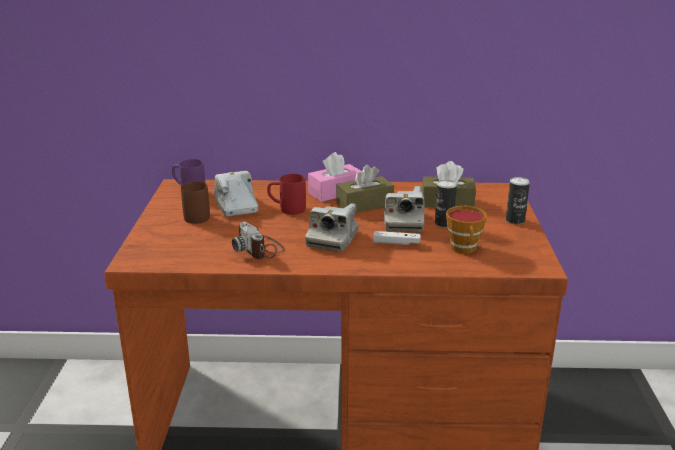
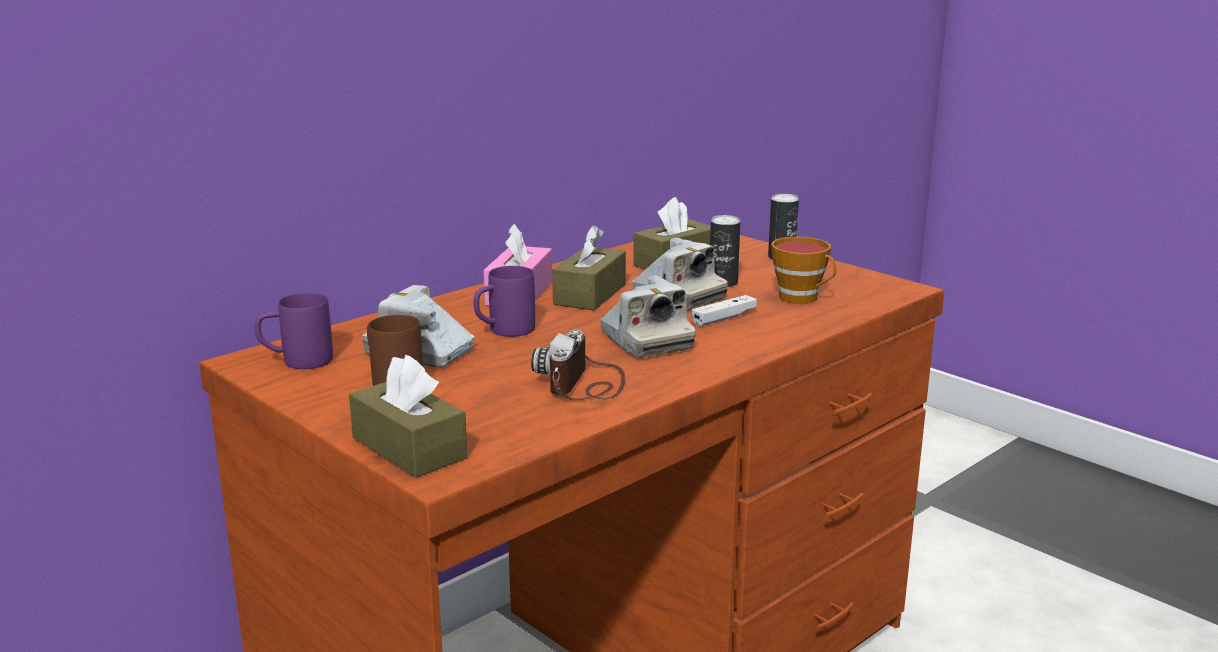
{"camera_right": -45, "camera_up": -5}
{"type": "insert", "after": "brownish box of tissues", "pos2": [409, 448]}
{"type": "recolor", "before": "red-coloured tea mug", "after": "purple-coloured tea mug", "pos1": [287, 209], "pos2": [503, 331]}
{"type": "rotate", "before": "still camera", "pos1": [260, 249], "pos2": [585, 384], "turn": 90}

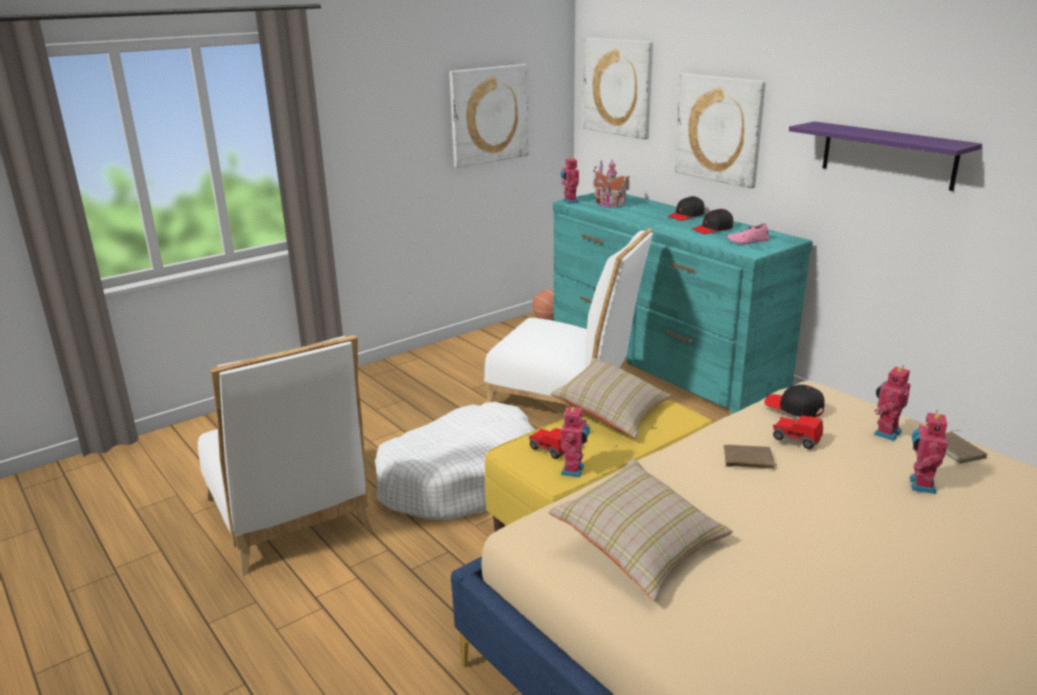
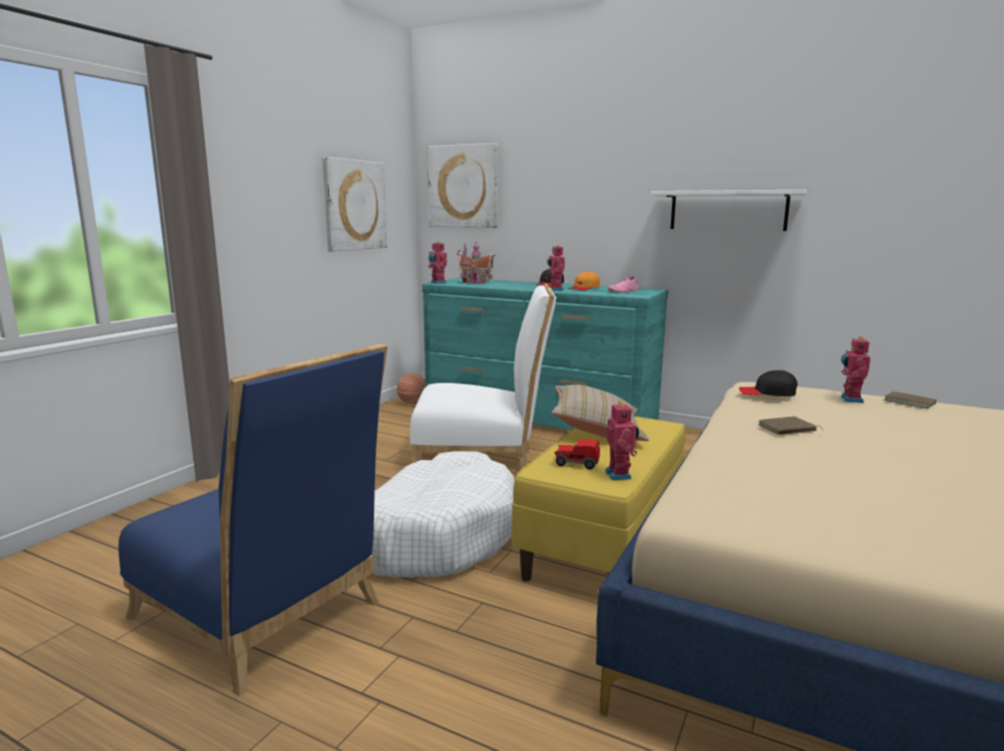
{"camera_right": -25, "camera_up": -10}
{"type": "recolor", "before": "whitish plain chair", "after": "bluish plain chair", "pos1": [290, 520], "pos2": [265, 616]}
{"type": "move", "before": "robot figure", "pos1": [920, 485], "pos2": [555, 289]}
{"type": "recolor", "before": "black-coloured peaked cap", "after": "orangey peaked cap", "pos1": [712, 229], "pos2": [584, 288]}
{"type": "recolor", "before": "purple-coloured shelf", "after": "whitish shelf", "pos1": [888, 155], "pos2": [728, 210]}
{"type": "delete", "before": "sand-coloured cushion", "pos1": [640, 546]}
{"type": "delete", "before": "picture", "pos1": [719, 129]}
{"type": "delete", "before": "miniature car", "pos1": [796, 439]}

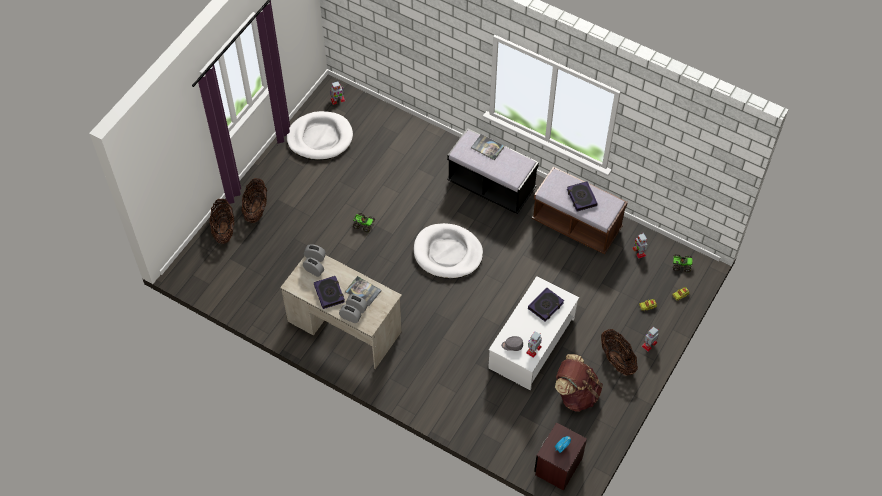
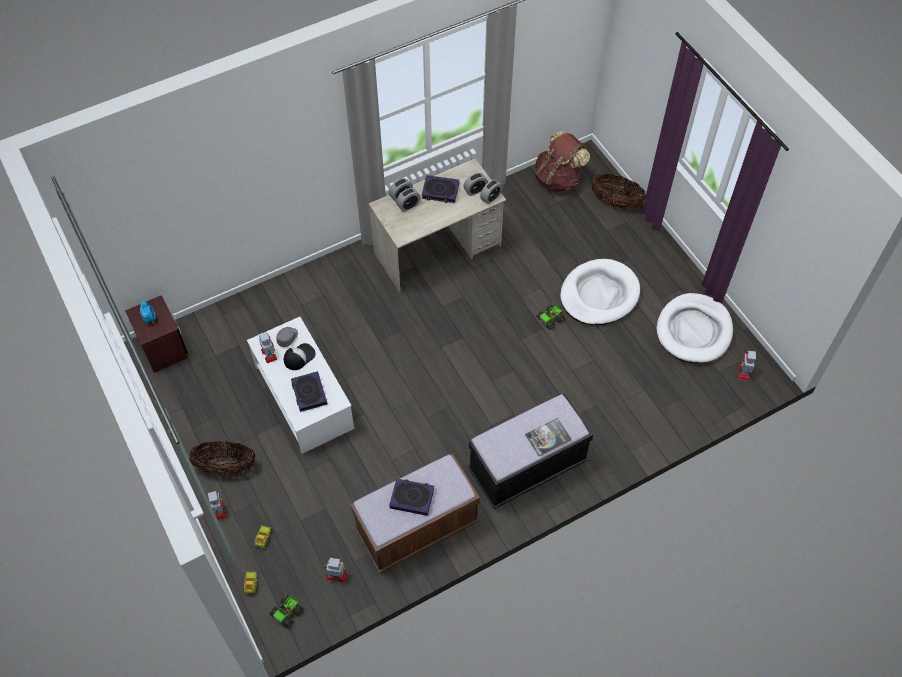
{"camera_right": 120, "camera_up": 0}
{"type": "insert", "after": "peaked cap", "pos2": [299, 357]}
{"type": "move", "before": "brownish knapsack", "pos1": [576, 393], "pos2": [558, 179]}
{"type": "move", "before": "whitish pet bed", "pos1": [448, 253], "pos2": [599, 295]}
{"type": "delete", "before": "basket", "pos1": [256, 209]}
{"type": "delete", "before": "bound book", "pos1": [363, 291]}

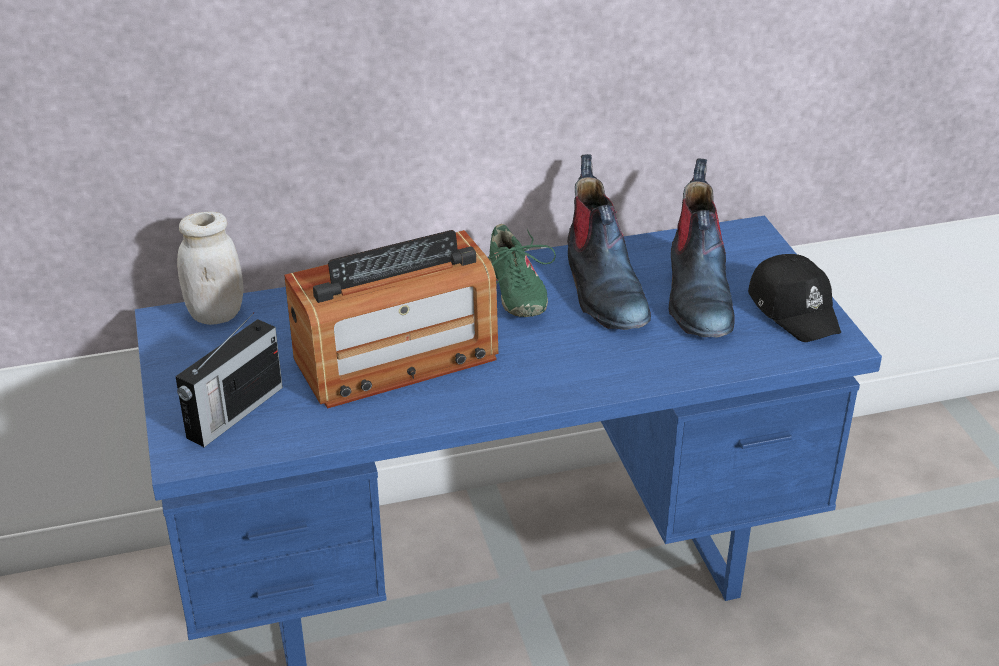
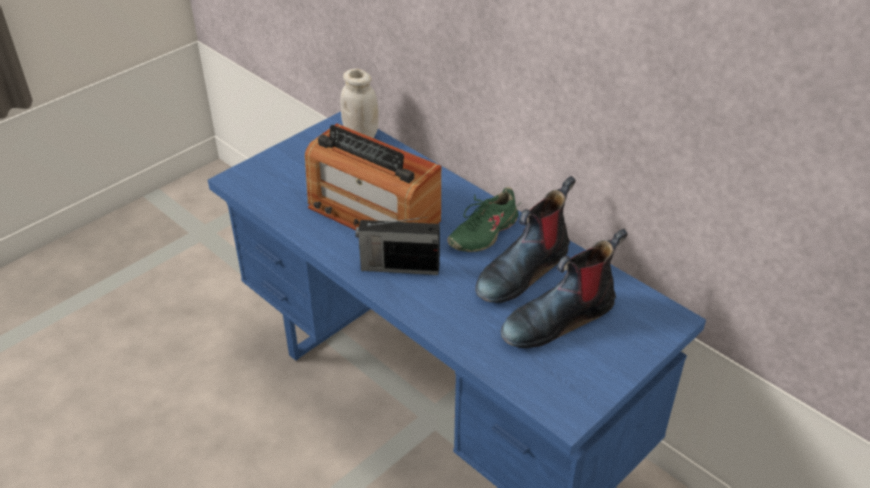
{"camera_right": 60, "camera_up": 5}
{"type": "move", "before": "radio receiver", "pos1": [233, 413], "pos2": [398, 267]}
{"type": "delete", "before": "black-coloured peaked cap", "pos1": [794, 309]}

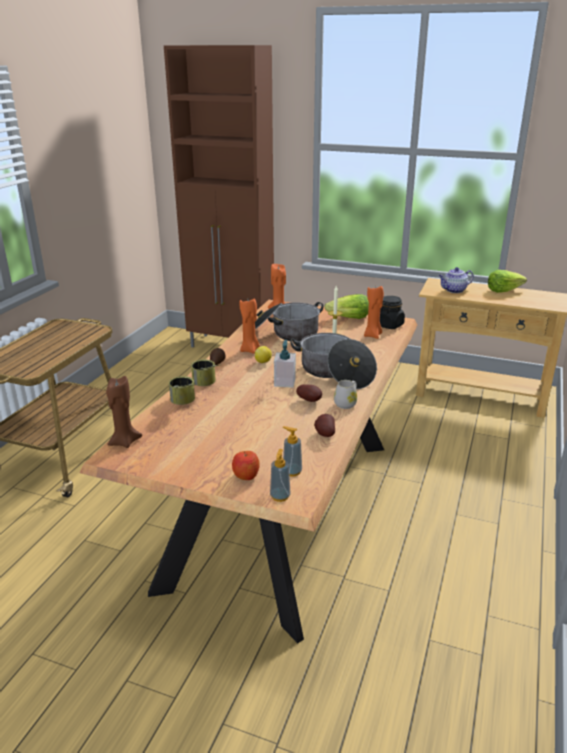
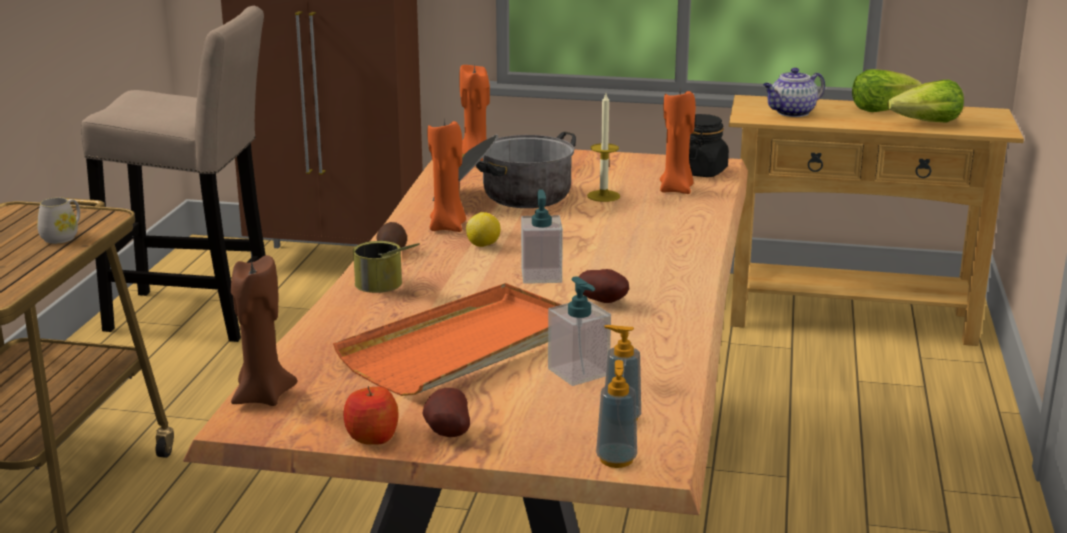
{"camera_right": -10, "camera_up": -5}
{"type": "move", "before": "whitish tea mug", "pos1": [347, 403], "pos2": [63, 237]}
{"type": "insert", "after": "sand-coloured stool seat", "pos2": [198, 316]}
{"type": "insert", "after": "orangey carrying tray", "pos2": [464, 347]}
{"type": "move", "before": "apple fruit", "pos1": [246, 475], "pos2": [372, 437]}
{"type": "move", "before": "whole potato", "pos1": [324, 434], "pos2": [446, 433]}
{"type": "insert", "after": "soap dispenser", "pos2": [578, 372]}
{"type": "move", "before": "head of lettuce", "pos1": [349, 318], "pos2": [927, 123]}
{"type": "delete", "before": "metal can", "pos1": [183, 402]}
{"type": "delete", "before": "cooking pot", "pos1": [334, 373]}

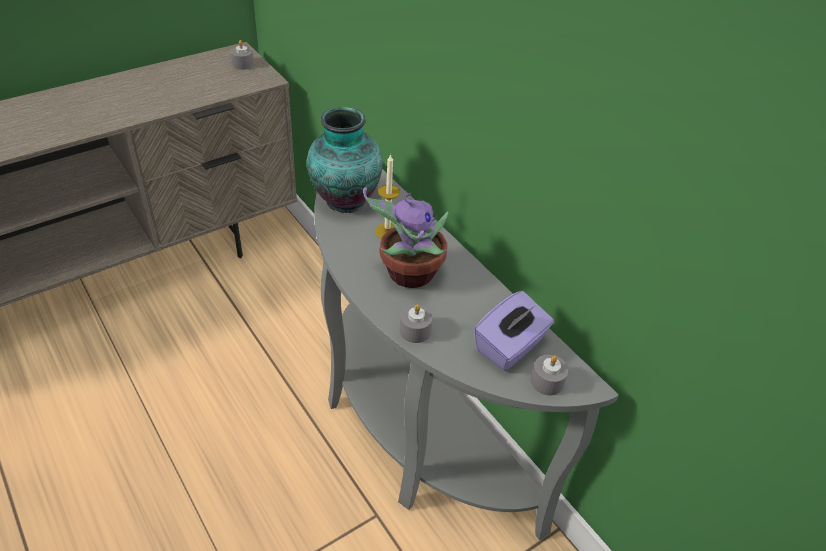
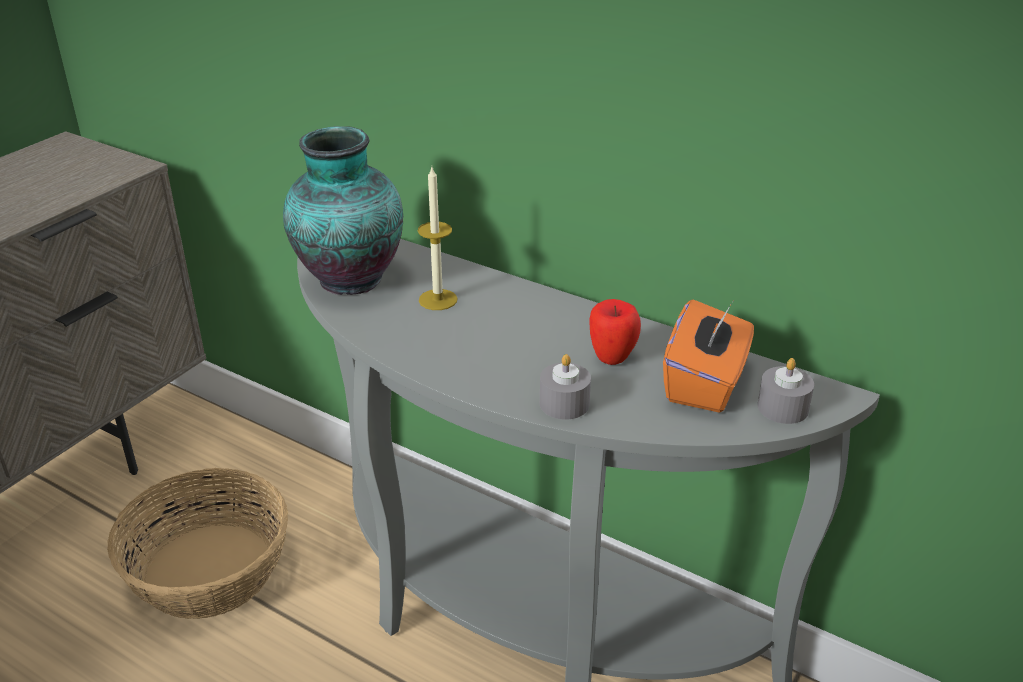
{"camera_right": -20, "camera_up": -10}
{"type": "insert", "after": "basket", "pos2": [210, 570]}
{"type": "insert", "after": "apple fruit", "pos2": [612, 358]}
{"type": "recolor", "before": "purple-coloured box of tissues", "after": "orangey box of tissues", "pos1": [510, 347], "pos2": [705, 383]}
{"type": "delete", "before": "greyish candle", "pos1": [243, 64]}
{"type": "delete", "before": "potted plant", "pos1": [408, 274]}

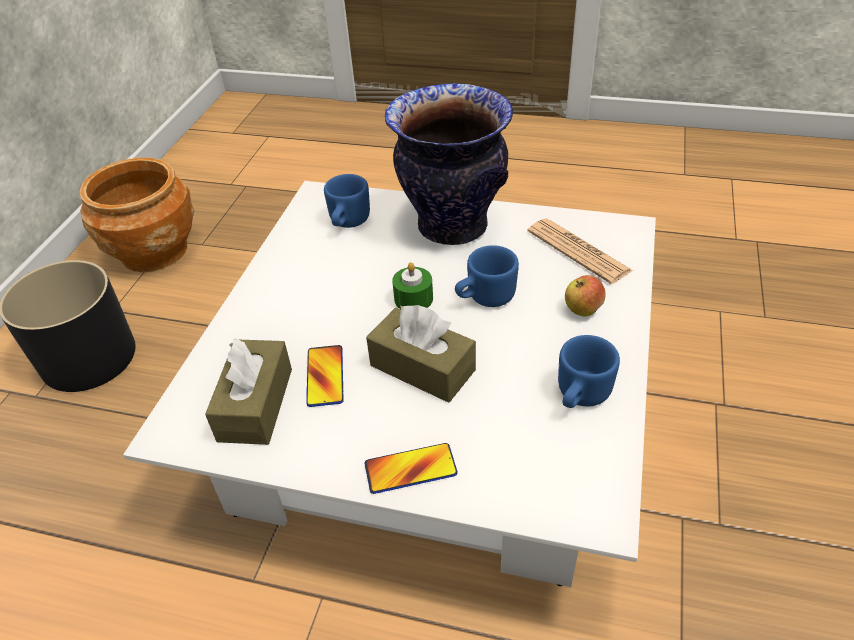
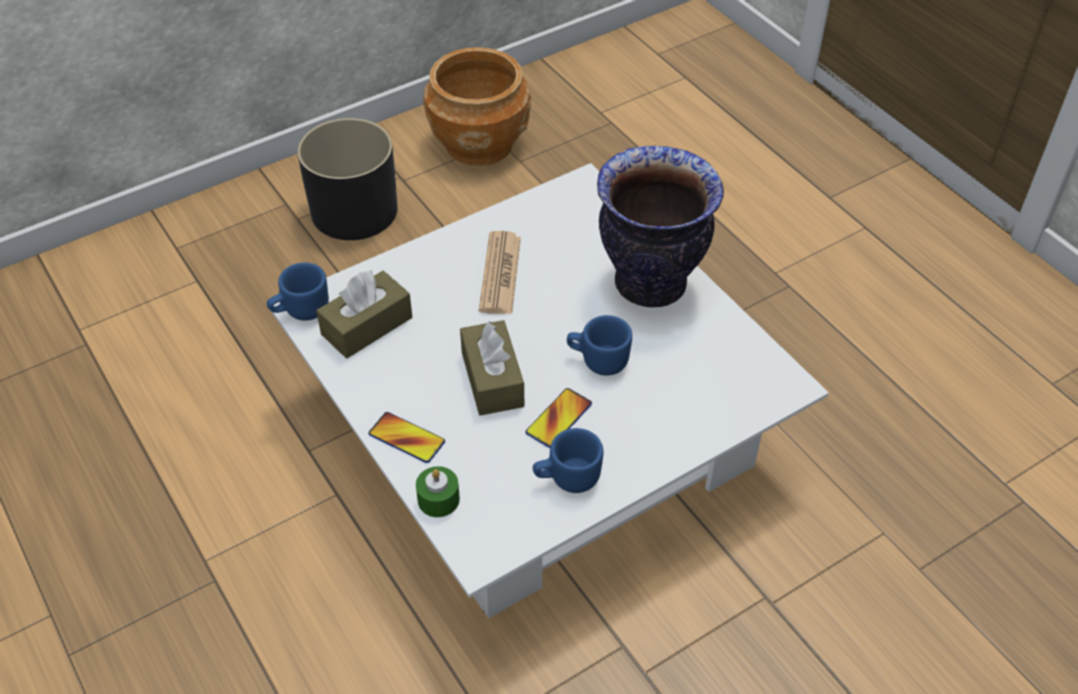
{"camera_right": 40, "camera_up": 5}
{"type": "move", "before": "bluish tea mug", "pos1": [347, 223], "pos2": [300, 311]}
{"type": "move", "before": "greenish candle", "pos1": [413, 299], "pos2": [438, 499]}
{"type": "move", "before": "newspaper", "pos1": [578, 251], "pos2": [500, 274]}
{"type": "move", "before": "phone", "pos1": [325, 376], "pos2": [558, 419]}
{"type": "delete", "before": "apple fruit", "pos1": [583, 310]}

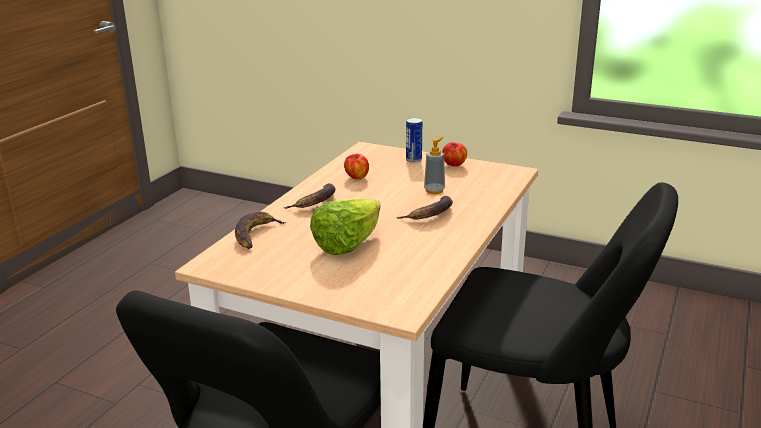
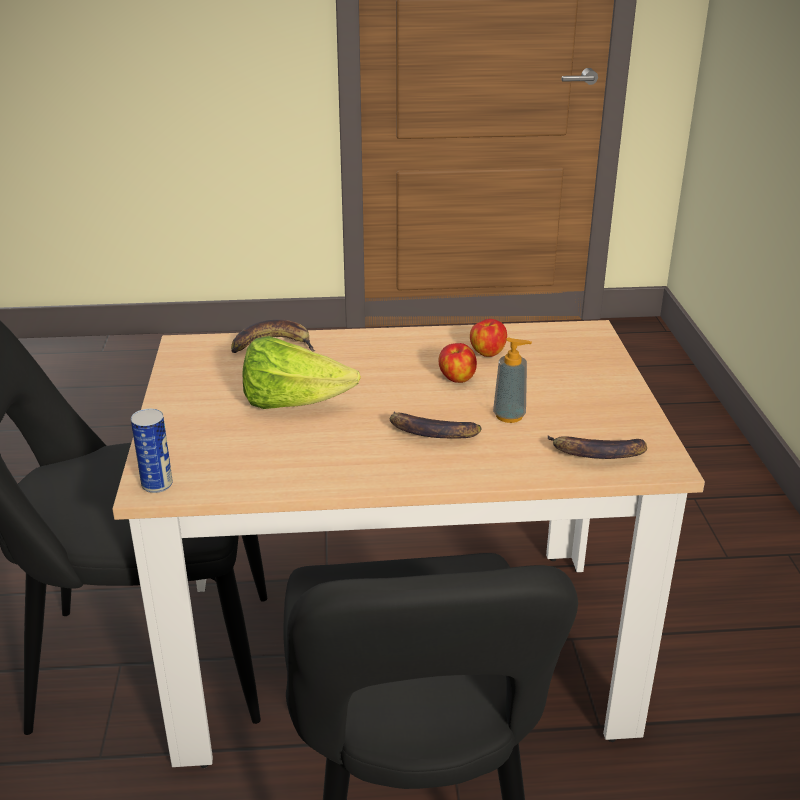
{"camera_right": 60, "camera_up": 5}
{"type": "move", "before": "metal can", "pos1": [413, 159], "pos2": [157, 485]}
{"type": "move", "before": "apple fruit", "pos1": [454, 165], "pos2": [456, 379]}
{"type": "move", "before": "banana", "pos1": [315, 202], "pos2": [596, 454]}

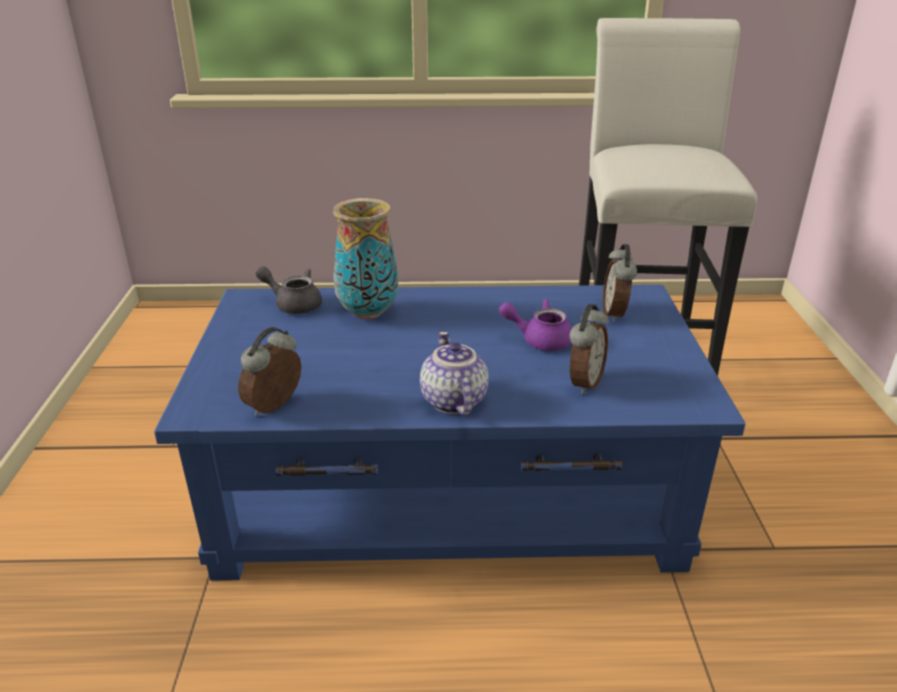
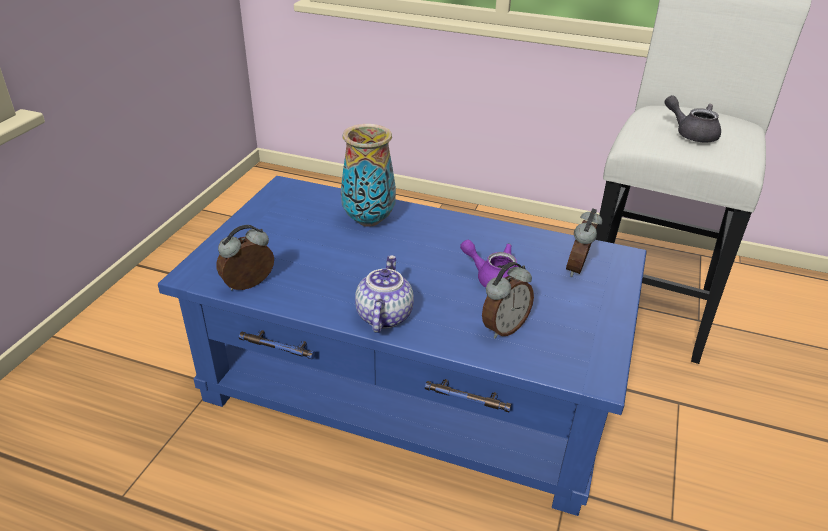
{"camera_right": 20, "camera_up": 5}
{"type": "move", "before": "greyish teapot", "pos1": [293, 304], "pos2": [691, 134]}

